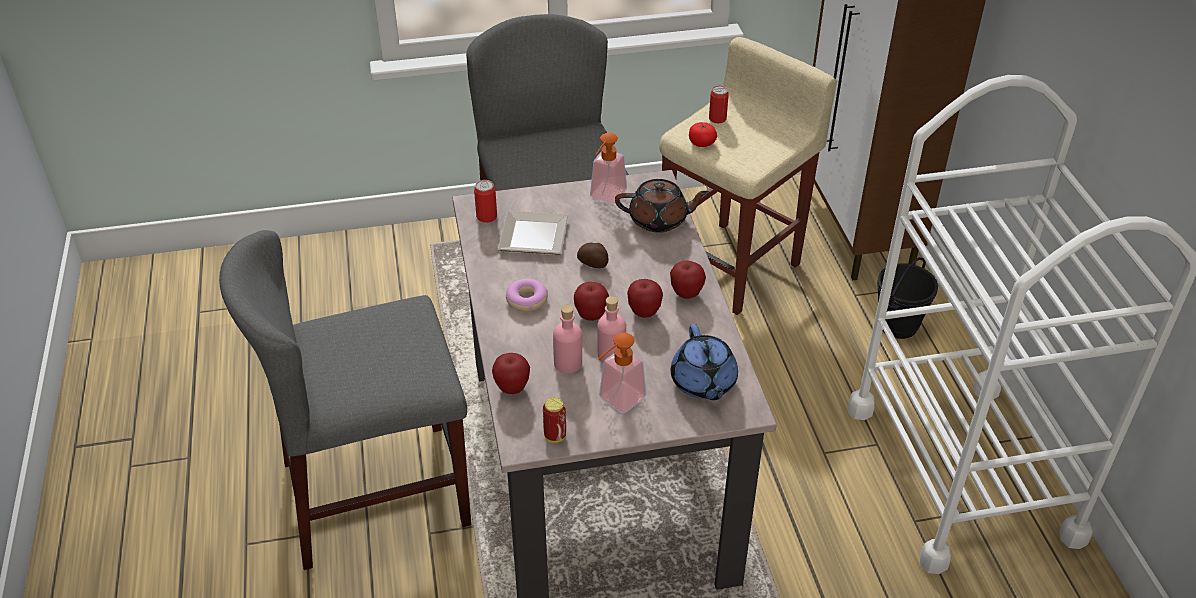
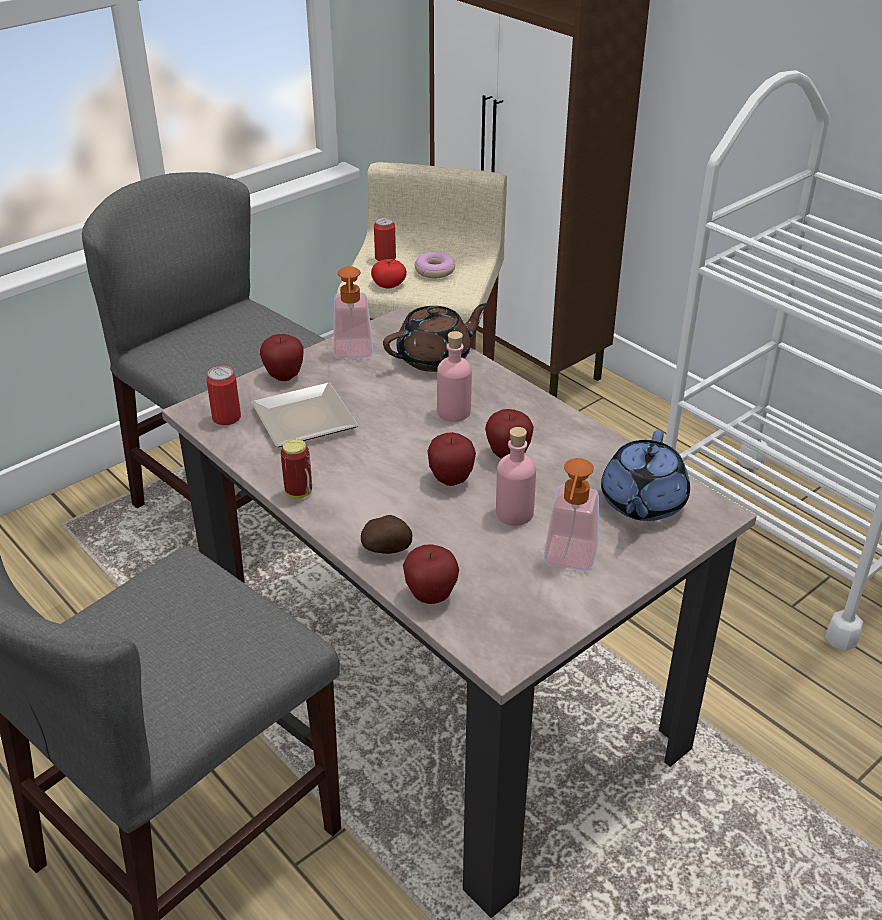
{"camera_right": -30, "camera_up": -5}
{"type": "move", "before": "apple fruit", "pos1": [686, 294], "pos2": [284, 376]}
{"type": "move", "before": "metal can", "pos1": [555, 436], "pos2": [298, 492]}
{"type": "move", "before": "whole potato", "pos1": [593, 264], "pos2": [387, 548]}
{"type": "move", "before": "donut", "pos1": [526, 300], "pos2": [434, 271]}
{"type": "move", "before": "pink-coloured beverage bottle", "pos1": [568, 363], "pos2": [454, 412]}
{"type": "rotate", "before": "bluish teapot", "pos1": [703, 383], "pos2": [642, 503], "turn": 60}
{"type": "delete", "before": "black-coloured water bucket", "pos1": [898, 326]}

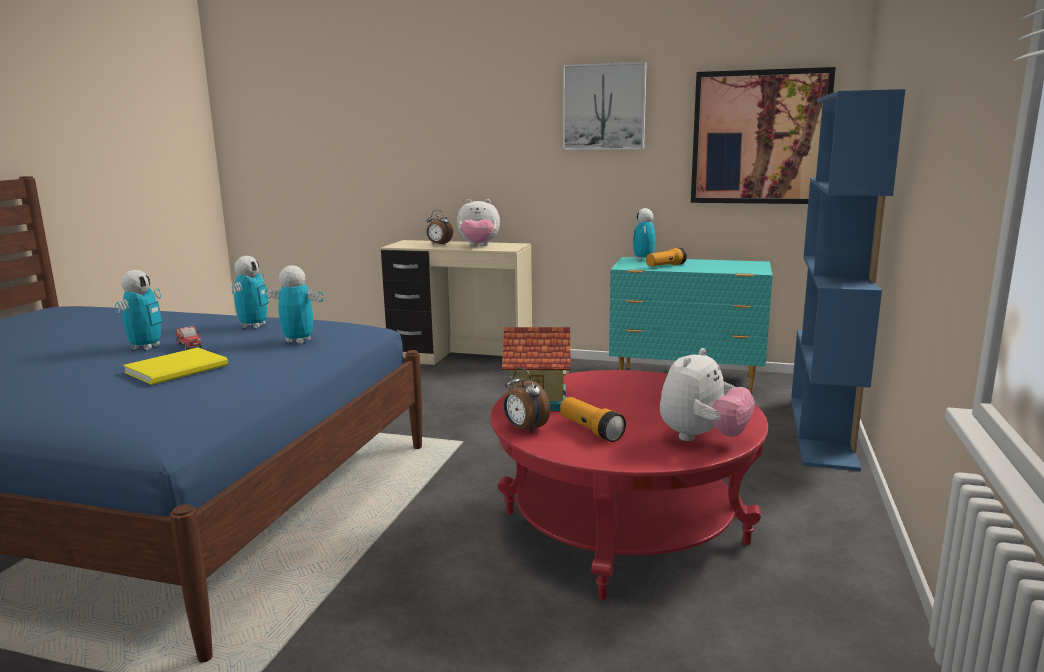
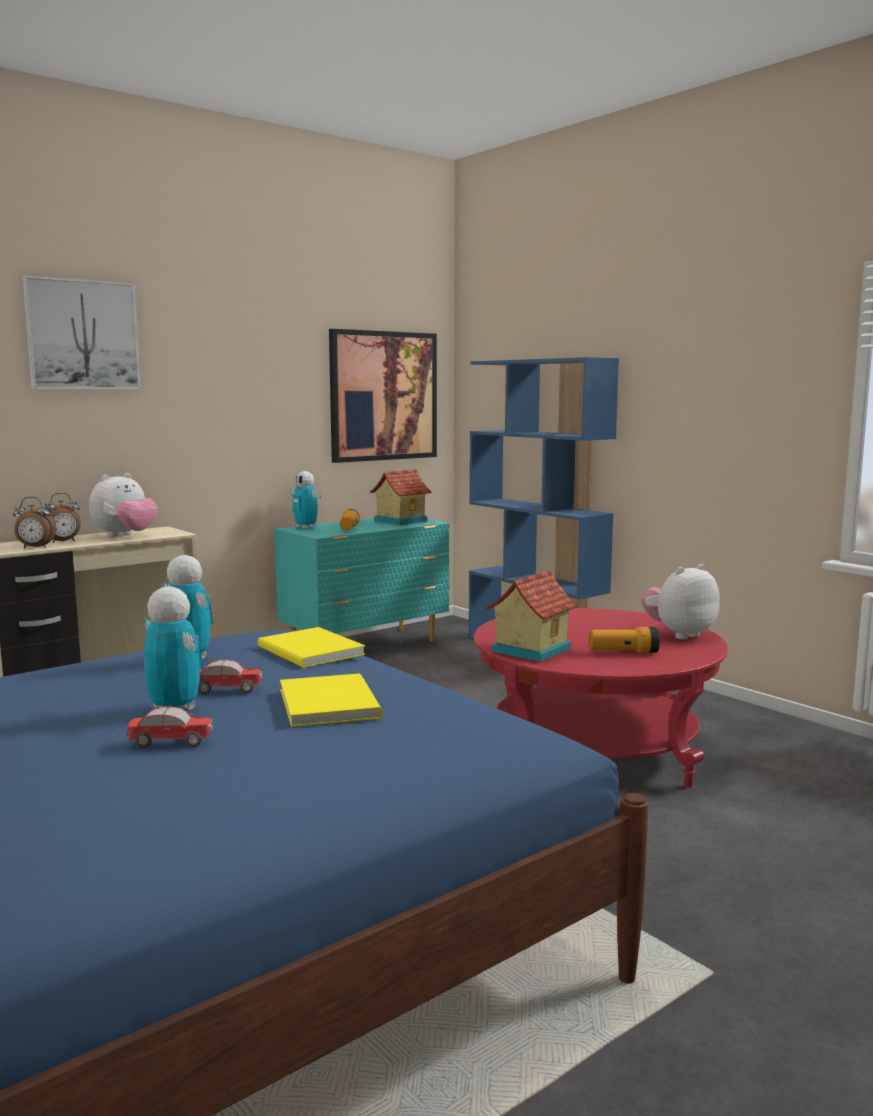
{"camera_right": -55, "camera_up": -5}
{"type": "move", "before": "table clock", "pos1": [524, 429], "pos2": [35, 547]}
{"type": "move", "before": "picture", "pos1": [604, 107], "pos2": [83, 335]}
{"type": "insert", "after": "miniature car", "pos2": [170, 743]}
{"type": "replace", "before": "robot figure", "after": "yellowish bound book", "pos1": [298, 341], "pos2": [310, 651]}
{"type": "insert", "after": "toy house", "pos2": [399, 521]}
{"type": "rotate", "before": "cuddly toy", "pos1": [702, 438], "pos2": [679, 634], "turn": -105}

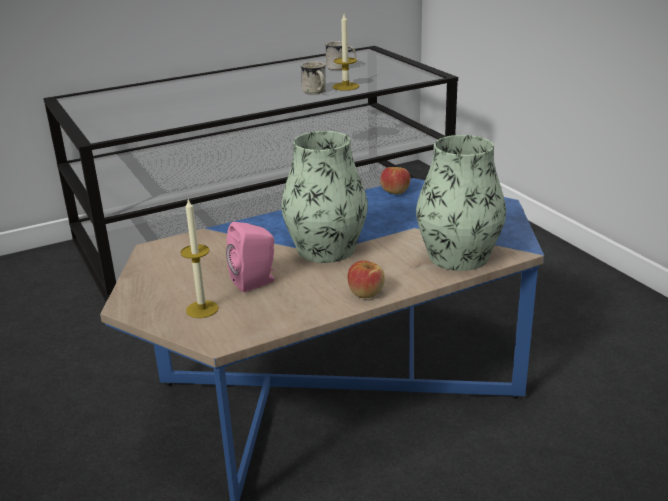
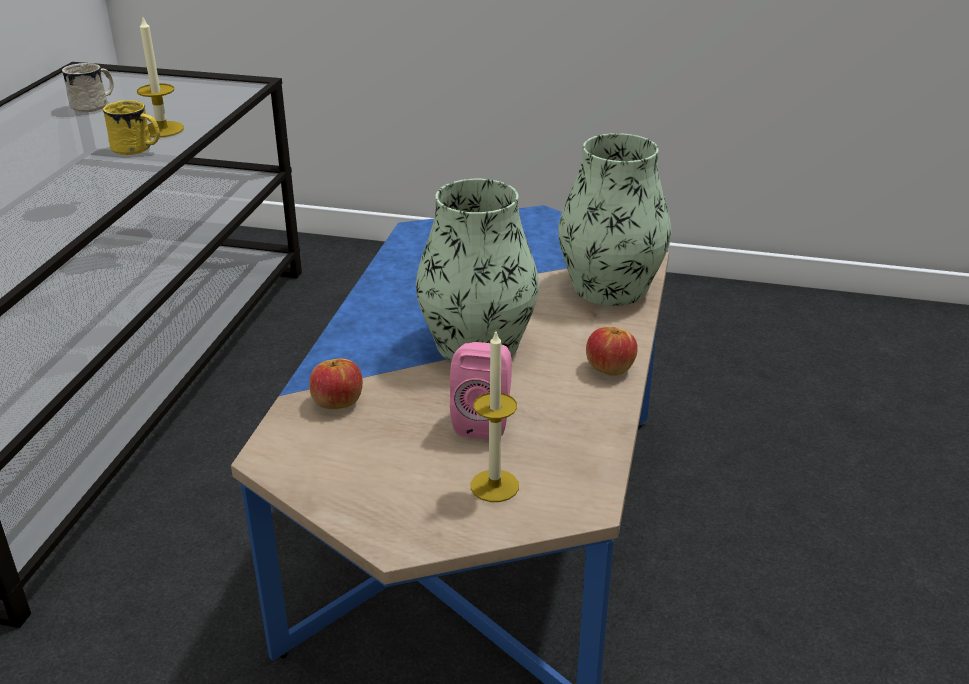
{"camera_right": -50, "camera_up": 5}
{"type": "recolor", "before": "whitish tea mug", "after": "yellowish tea mug", "pos1": [315, 92], "pos2": [137, 149]}
{"type": "move", "before": "apple fruit", "pos1": [395, 191], "pos2": [337, 402]}

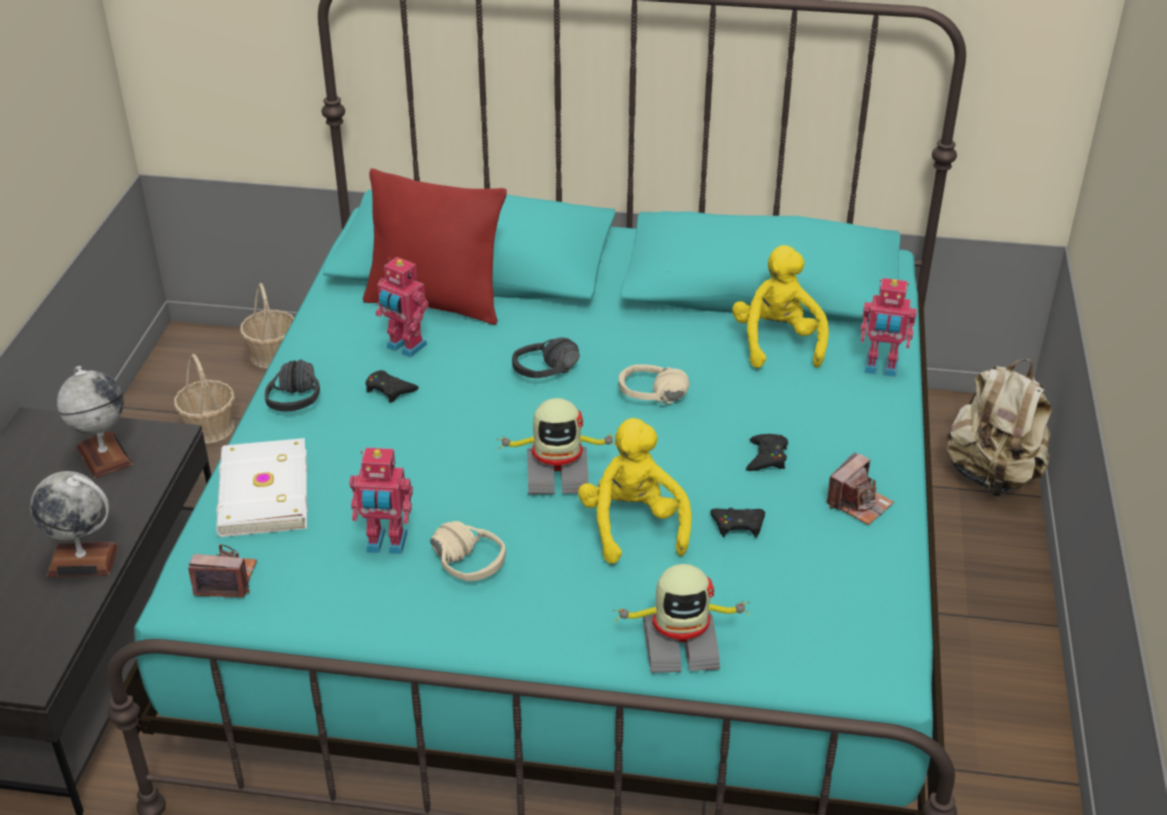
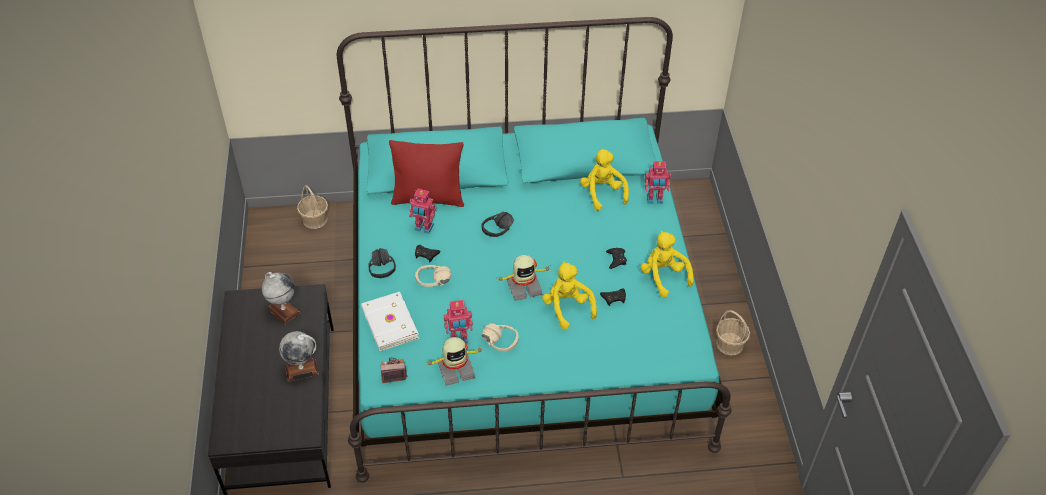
{"camera_right": -15, "camera_up": 10}
{"type": "move", "before": "sand-coloured headset", "pos1": [652, 401], "pos2": [433, 284]}
{"type": "move", "before": "robot figure", "pos1": [680, 645], "pos2": [455, 369]}
{"type": "replace", "before": "still camera", "after": "yellowish cuddly toy", "pos1": [859, 503], "pos2": [663, 276]}
{"type": "move", "before": "basket", "pos1": [210, 428], "pos2": [729, 344]}
{"type": "delete", "before": "sand-coloured knapsack", "pos1": [992, 475]}

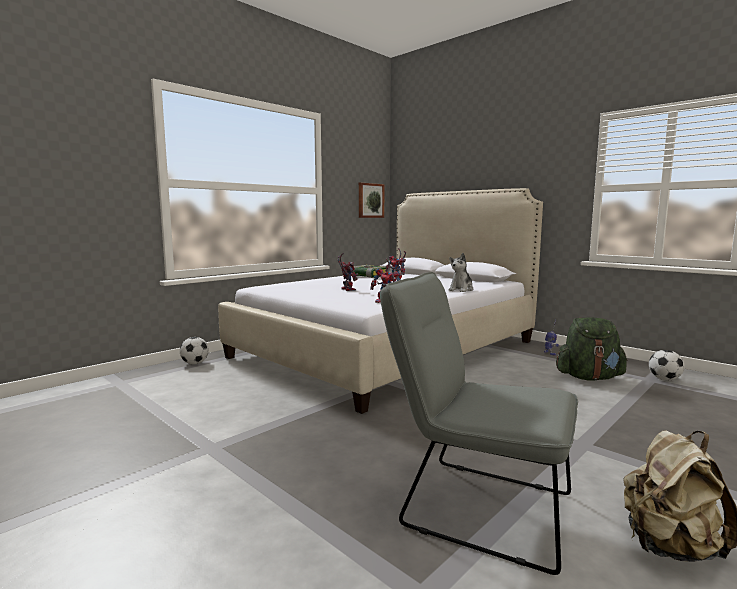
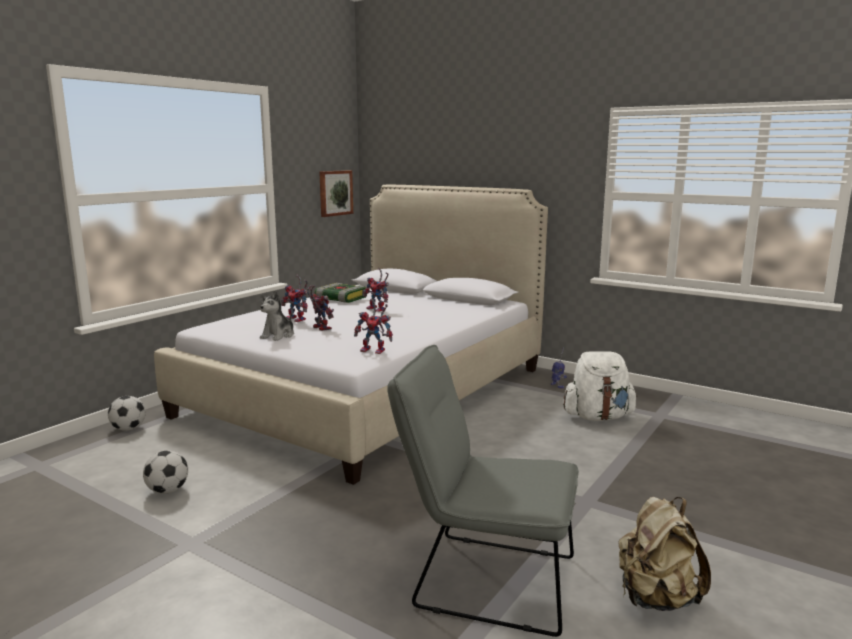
{"camera_right": -10, "camera_up": 5}
{"type": "move", "before": "football", "pos1": [664, 379], "pos2": [167, 491]}
{"type": "move", "before": "cuddly toy", "pos1": [461, 290], "pos2": [278, 335]}
{"type": "insert", "after": "robot figure", "pos2": [298, 319]}
{"type": "recolor", "before": "greenish knapsack", "after": "whitish knapsack", "pos1": [589, 377], "pos2": [598, 417]}

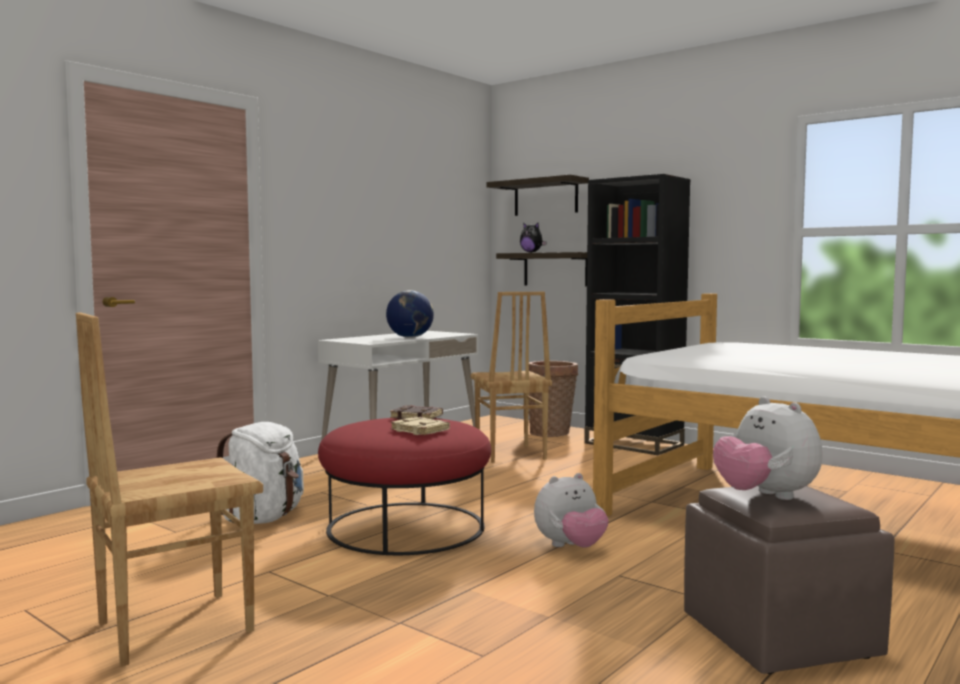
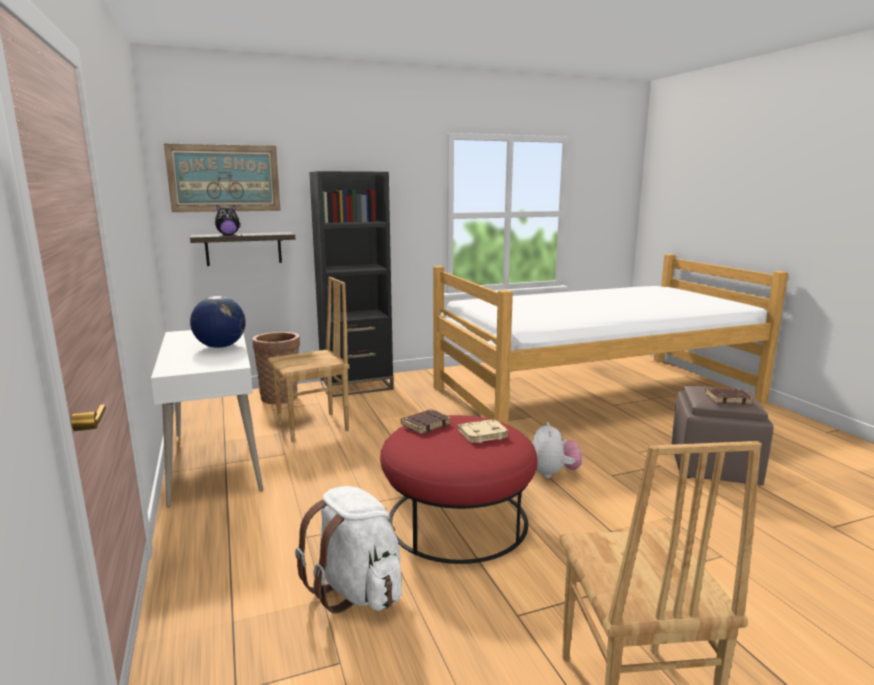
{"camera_right": -60, "camera_up": 10}
{"type": "replace", "before": "shelf", "after": "picture", "pos1": [545, 197], "pos2": [224, 178]}
{"type": "rotate", "before": "brownish plain chair", "pos1": [509, 454], "pos2": [314, 428], "turn": -45}
{"type": "replace", "before": "cuddly toy", "after": "brownish bound book", "pos1": [765, 496], "pos2": [728, 399]}

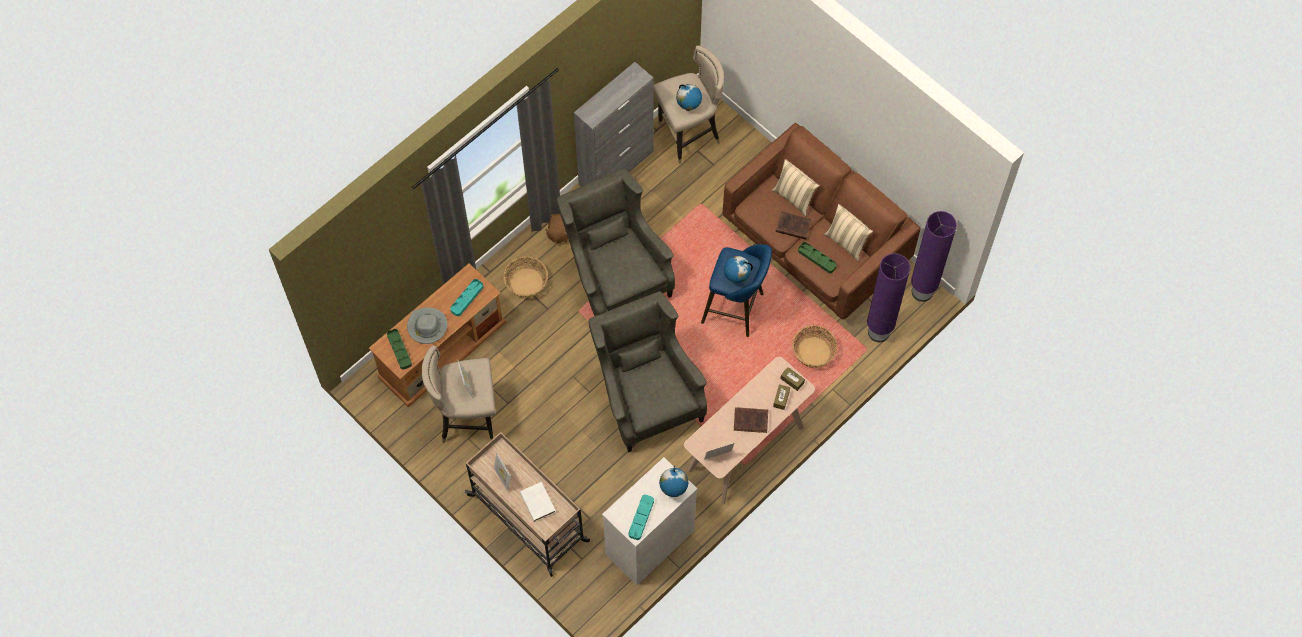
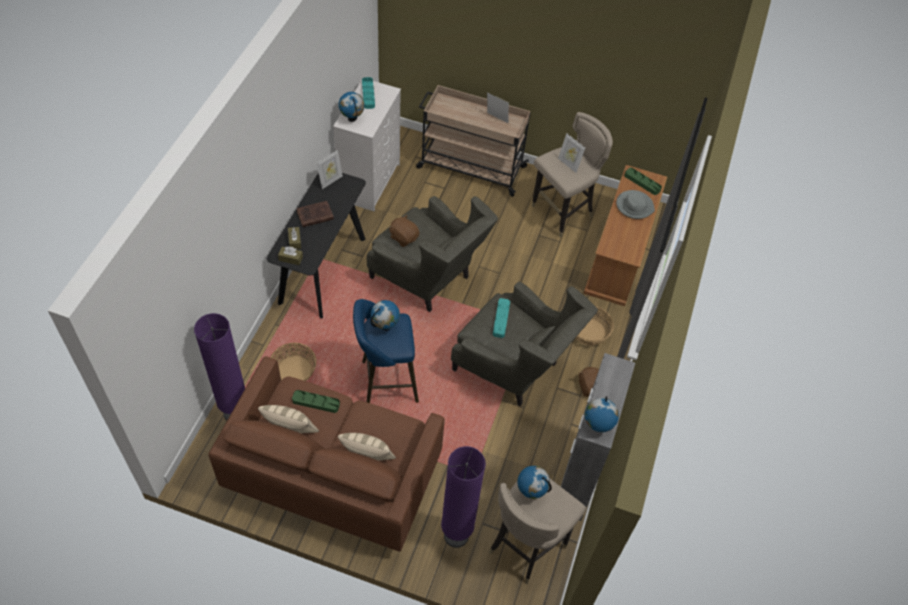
{"camera_right": 150, "camera_up": -10}
{"type": "recolor", "before": "sand-coloured console table", "after": "black-coloured console table", "pos1": [746, 449], "pos2": [322, 270]}
{"type": "insert", "after": "brownish cuddly toy", "pos2": [404, 237]}
{"type": "move", "before": "purple-coloured standard lamp", "pos1": [922, 292], "pos2": [456, 535]}
{"type": "move", "before": "blue-green carrying tray", "pos1": [467, 298], "pos2": [501, 319]}
{"type": "insert", "after": "desk globe", "pos2": [597, 426]}
{"type": "delete", "before": "whitish bound book", "pos1": [537, 501]}
{"type": "delete", "before": "brownish bound book", "pos1": [792, 226]}

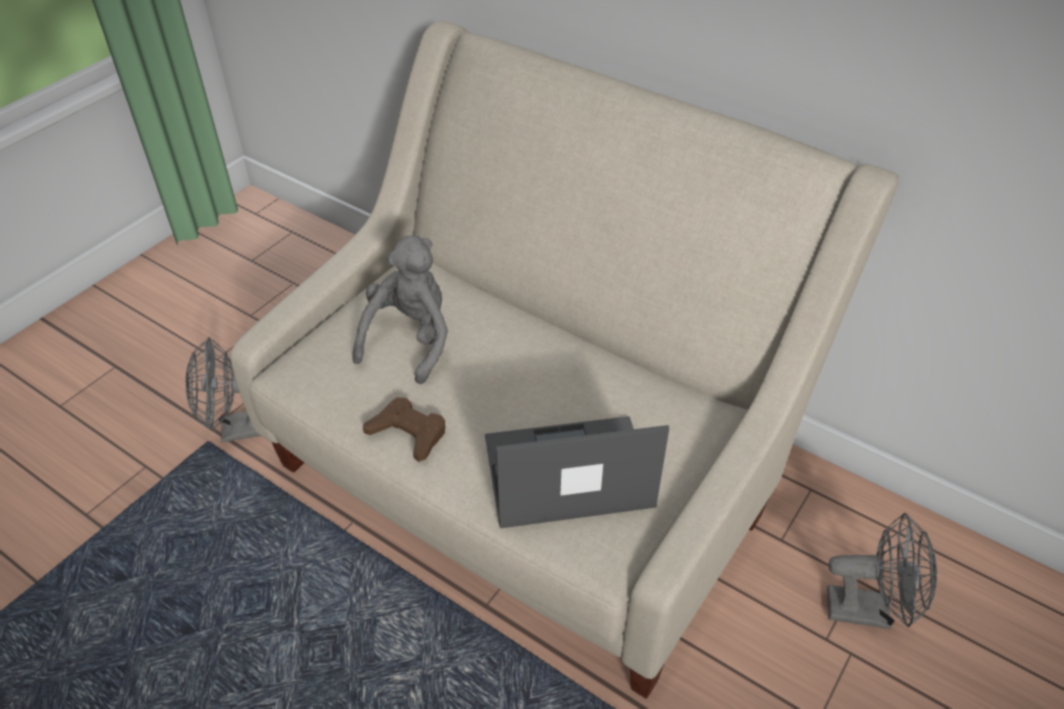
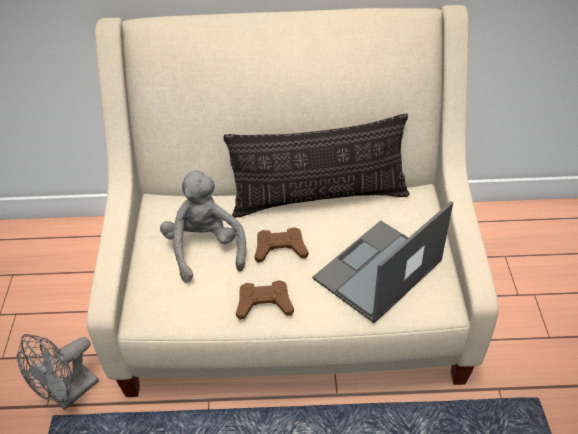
{"camera_right": -35, "camera_up": 0}
{"type": "insert", "after": "cushion", "pos2": [319, 198]}
{"type": "insert", "after": "brownish gamepad", "pos2": [280, 249]}
{"type": "delete", "before": "greyish electric fan", "pos1": [868, 610]}

